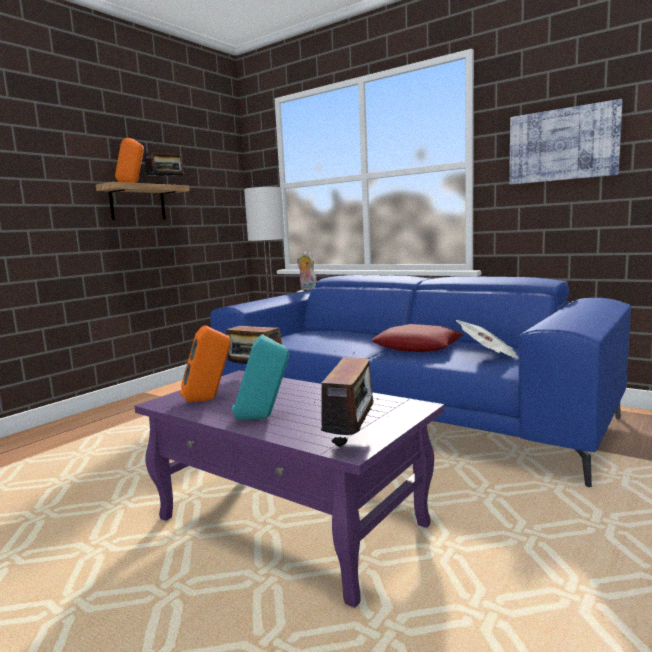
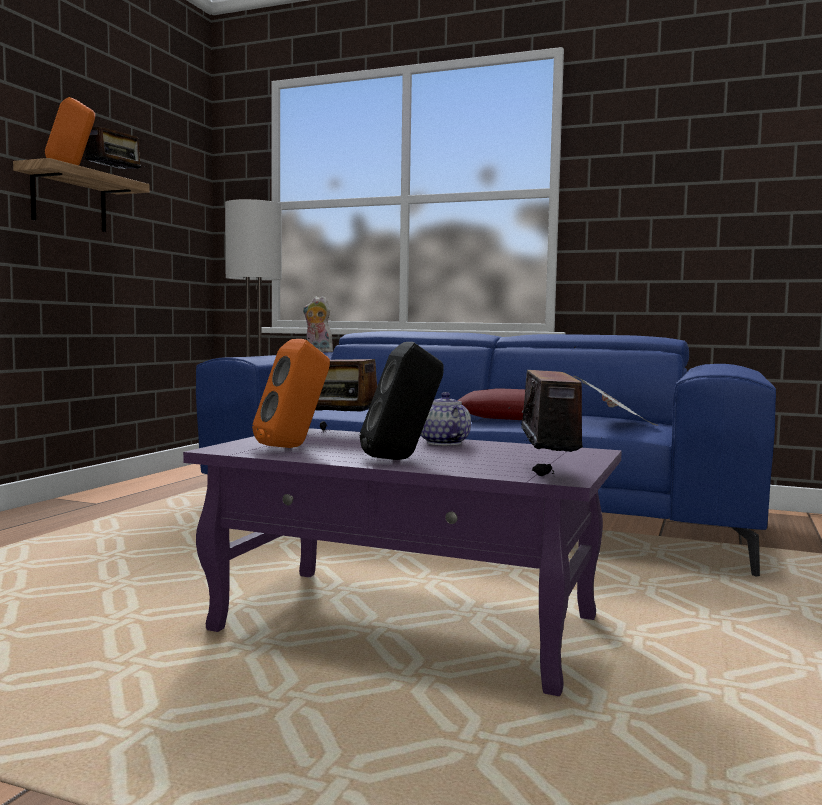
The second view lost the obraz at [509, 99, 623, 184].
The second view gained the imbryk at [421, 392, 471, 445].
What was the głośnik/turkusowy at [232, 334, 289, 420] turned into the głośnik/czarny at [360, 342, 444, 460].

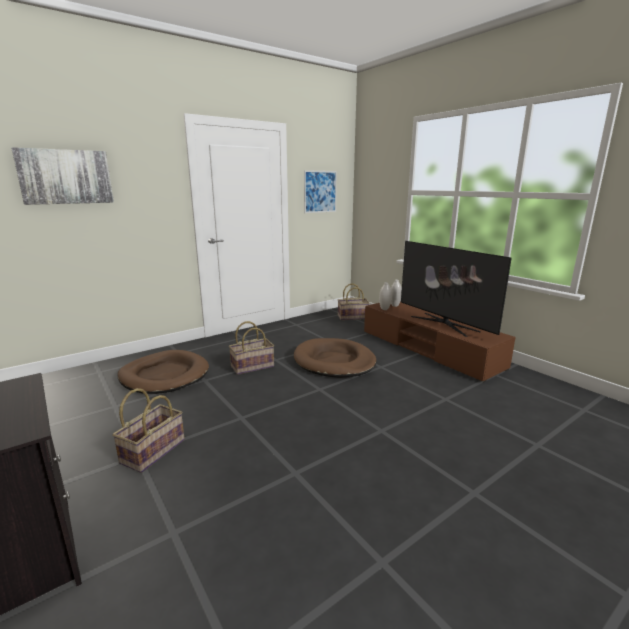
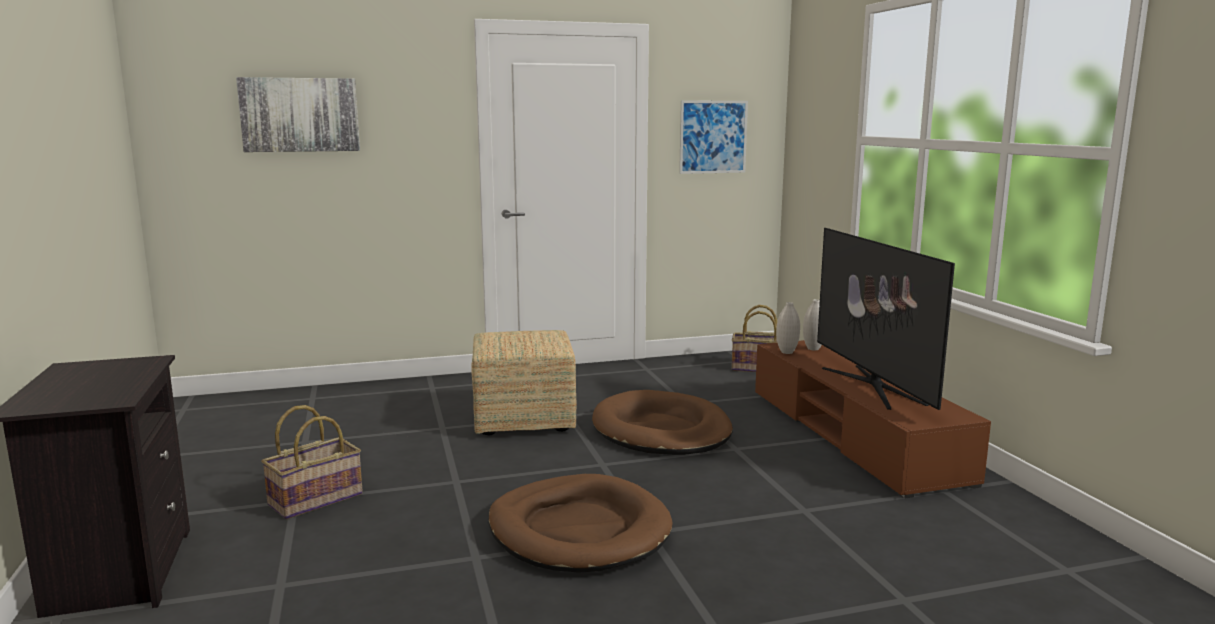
The legowisko/brązowy ended up elsewhere, having gone from [118, 350, 209, 394] to [488, 474, 673, 573].
Where the koszyk stood at [229, 321, 274, 375], the pufa came to stand at [471, 330, 577, 435].

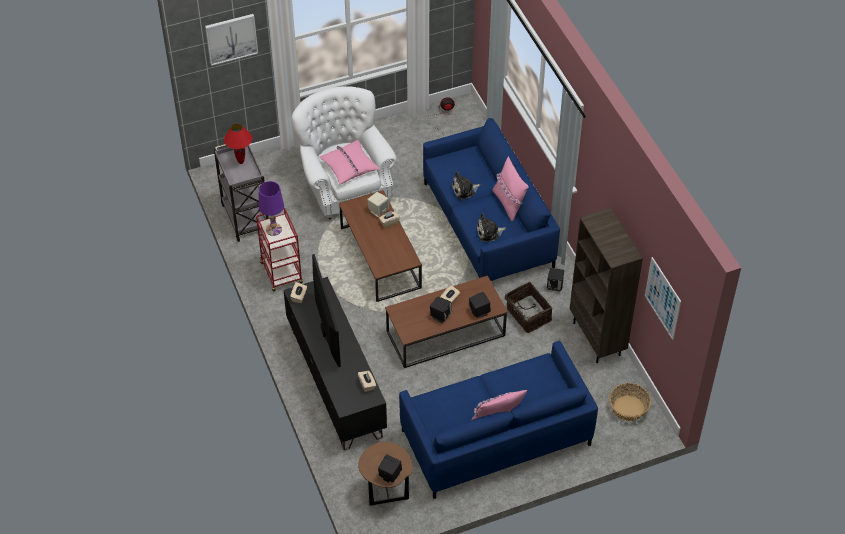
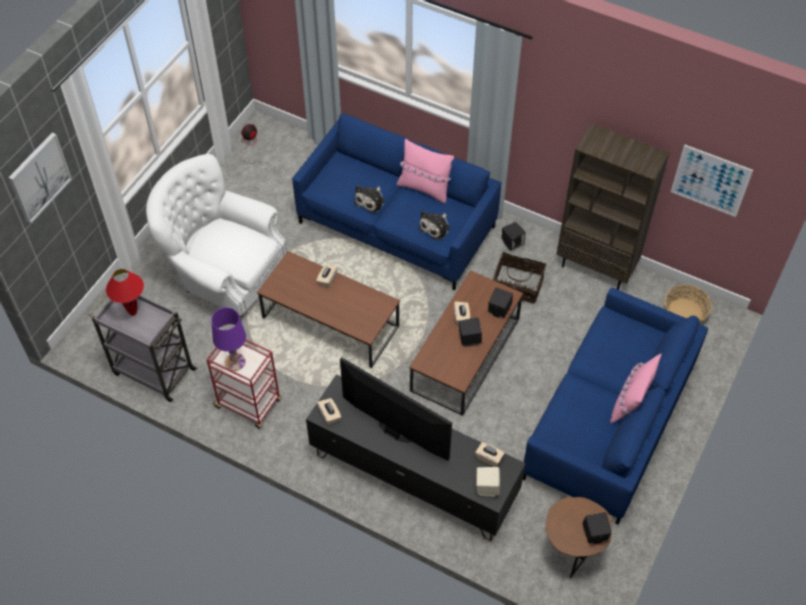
The second view lost the poduszka/różowy at [320, 140, 380, 184].
The głośnik/beżowy ended up elsewhere, having gone from [367, 192, 389, 217] to [476, 467, 500, 497].

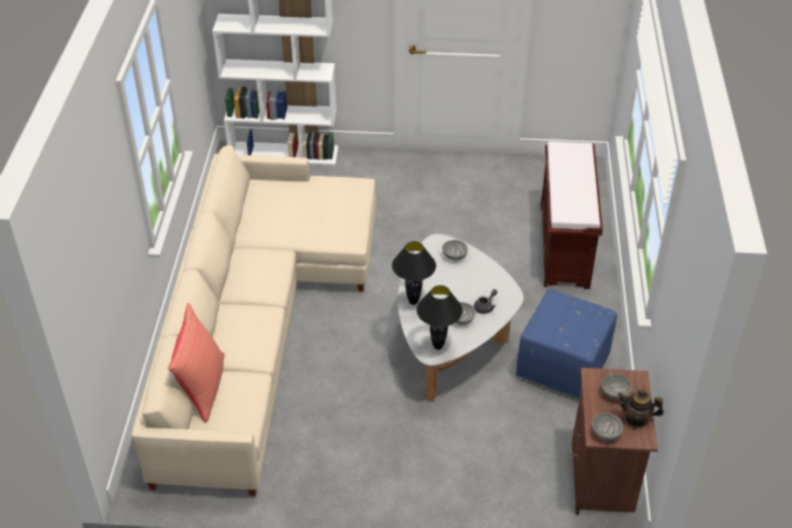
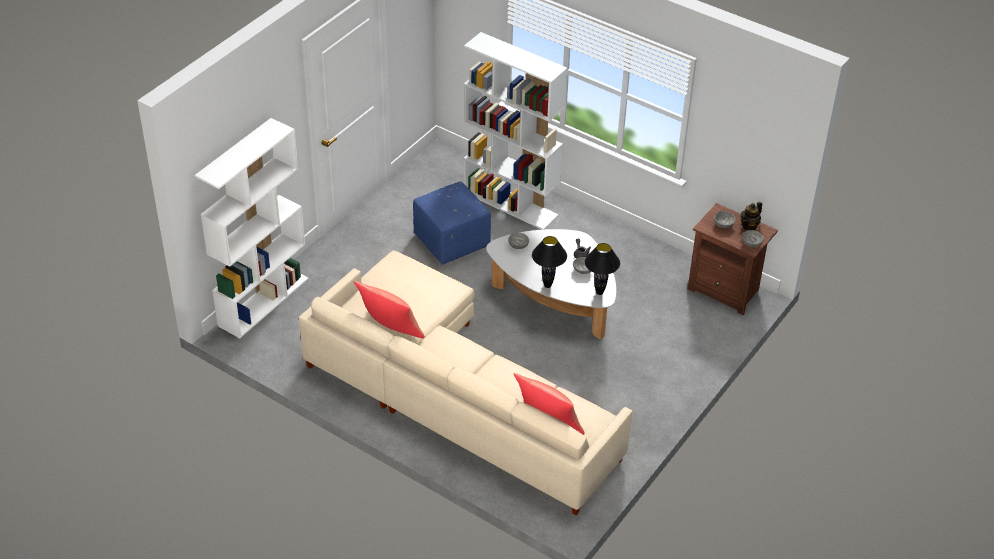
The second view gained the poduszka/czerwony at [354, 281, 425, 338].
The pufa/niebieski ended up elsewhere, having gone from [516, 289, 617, 398] to [413, 182, 491, 265].
Where the ławka/brązowy stood at [540, 142, 603, 289], the regał/biały came to stand at [464, 32, 567, 230].

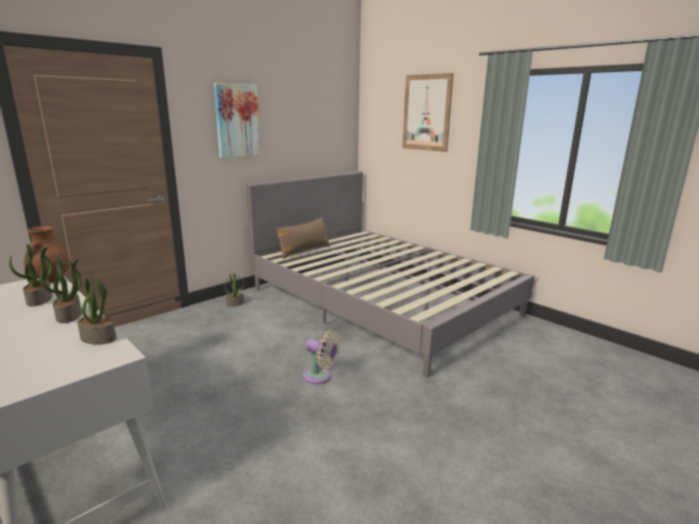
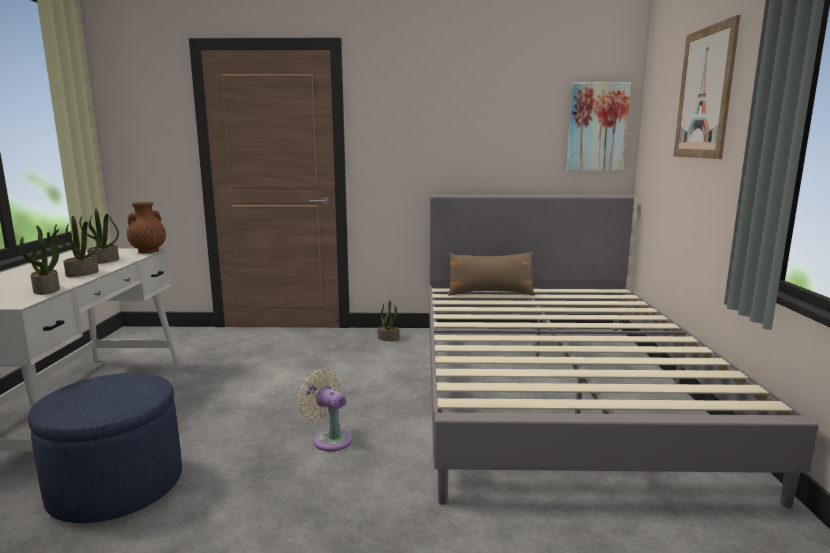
The second view gained the pufa/niebieski at [28, 373, 182, 523].
The obraz ended up elsewhere, having gone from [214, 83, 261, 158] to [566, 82, 631, 171].
The wentylator/beżowy at [303, 330, 340, 384] ended up facing another way, 150 degrees clockwise from before.

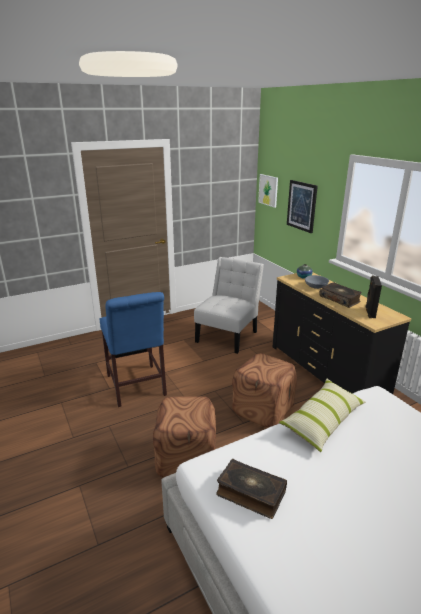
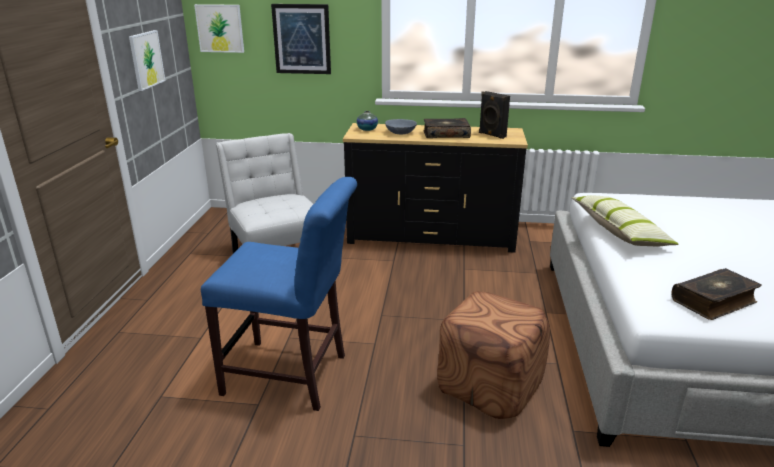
The second view lost the pufa/brązowy at [232, 353, 297, 427].
The second view gained the obraz at [129, 30, 165, 91].

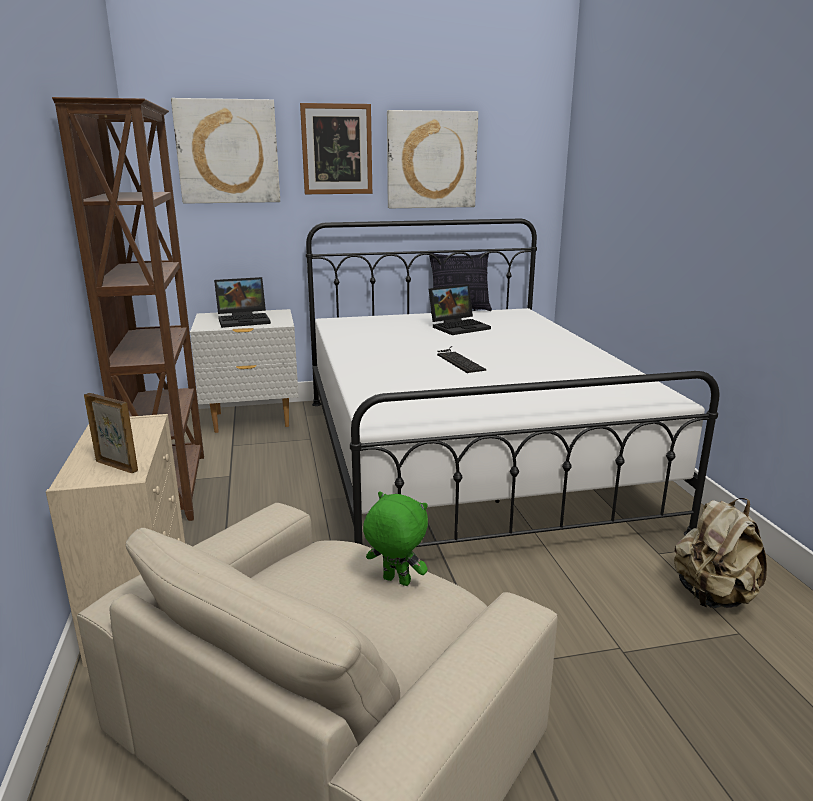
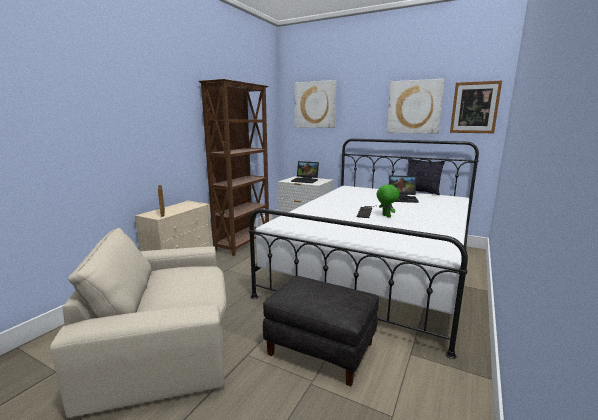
The second view lost the plecak/beżowy at [674, 498, 767, 608].
The second view gained the pufa/czarny at [263, 276, 379, 386].
The obraz ended up elsewhere, having gone from [300, 103, 372, 194] to [450, 81, 502, 133].
The pluszak/zielony ended up elsewhere, having gone from [363, 492, 428, 586] to [376, 185, 399, 218].

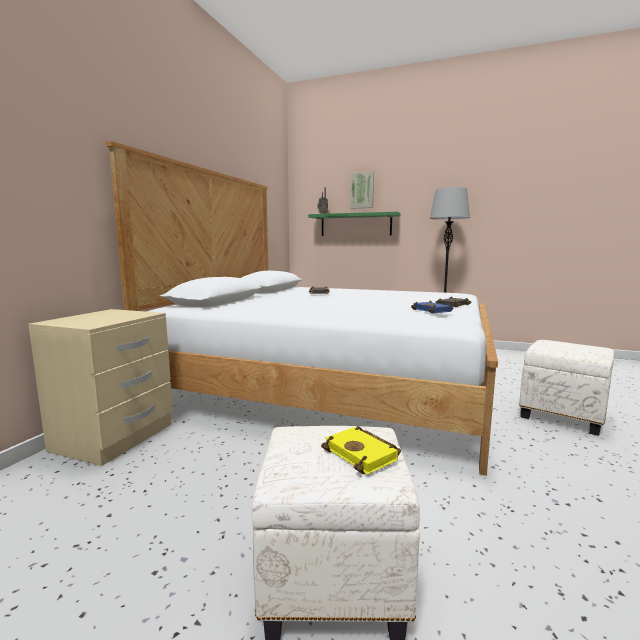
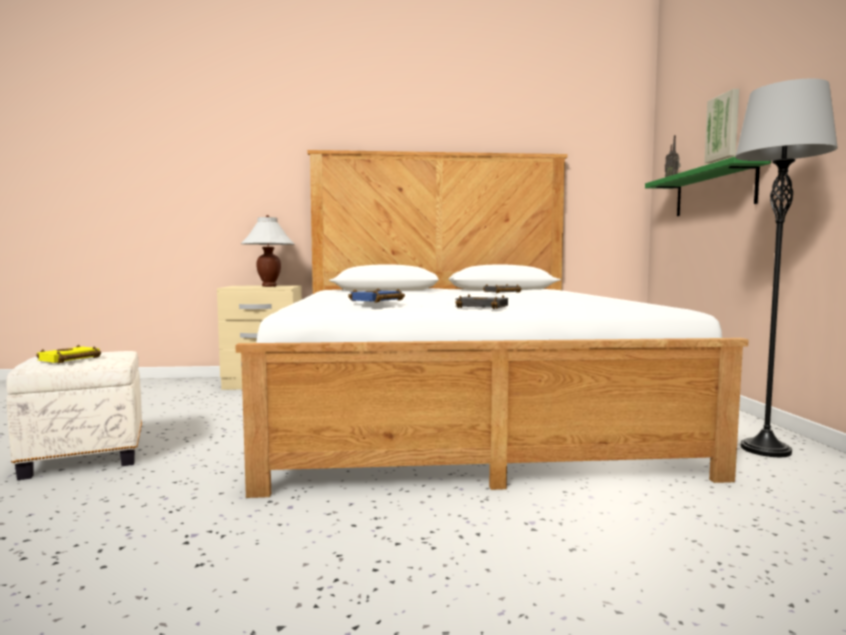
The second view lost the pufa/biały at [519, 340, 614, 436].
The second view gained the lampa stołowa/biały at [241, 215, 295, 287].

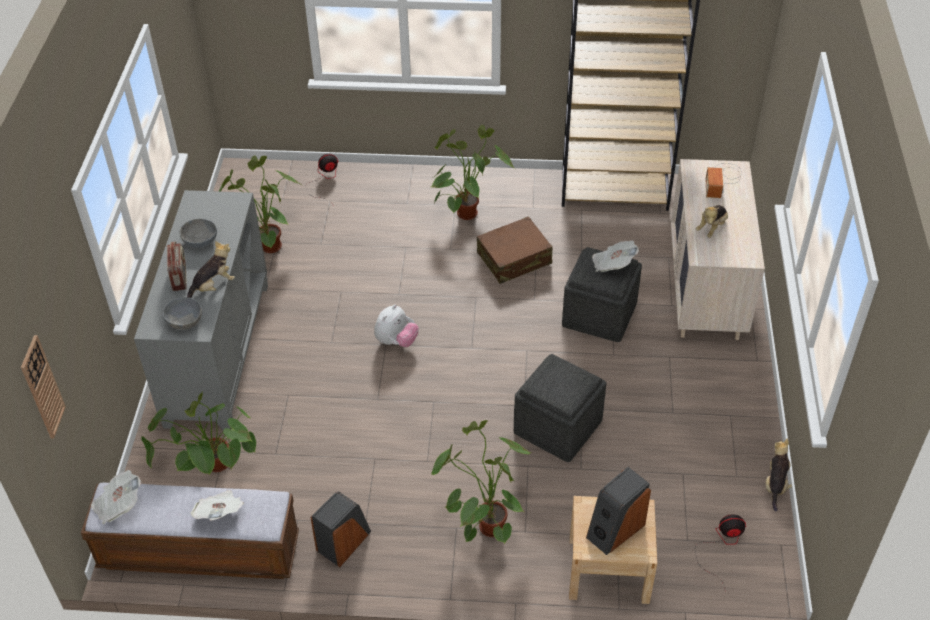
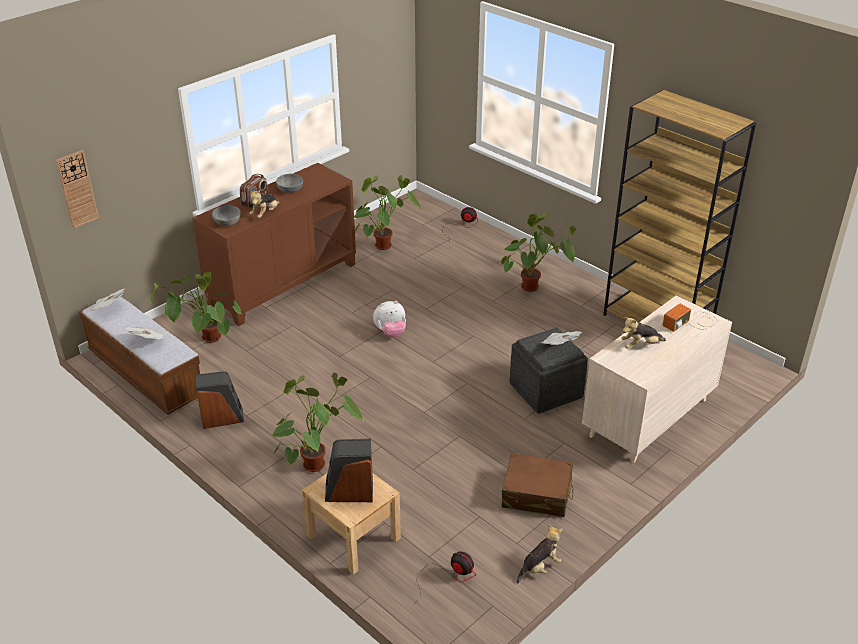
The second view lost the pufa/szary at [514, 354, 607, 462].
The walizka/brązowy ended up elsewhere, having gone from [477, 216, 553, 284] to [502, 453, 574, 517].
What was the szafka/szary at [134, 190, 268, 430] turned into the szafka/brązowy at [192, 163, 356, 326].
The pluszak at [187, 241, 235, 298] ended up facing another way, 120 degrees clockwise from before.

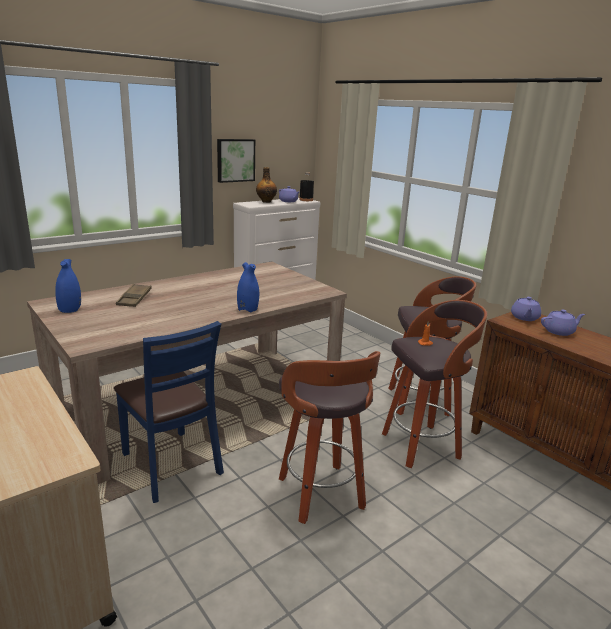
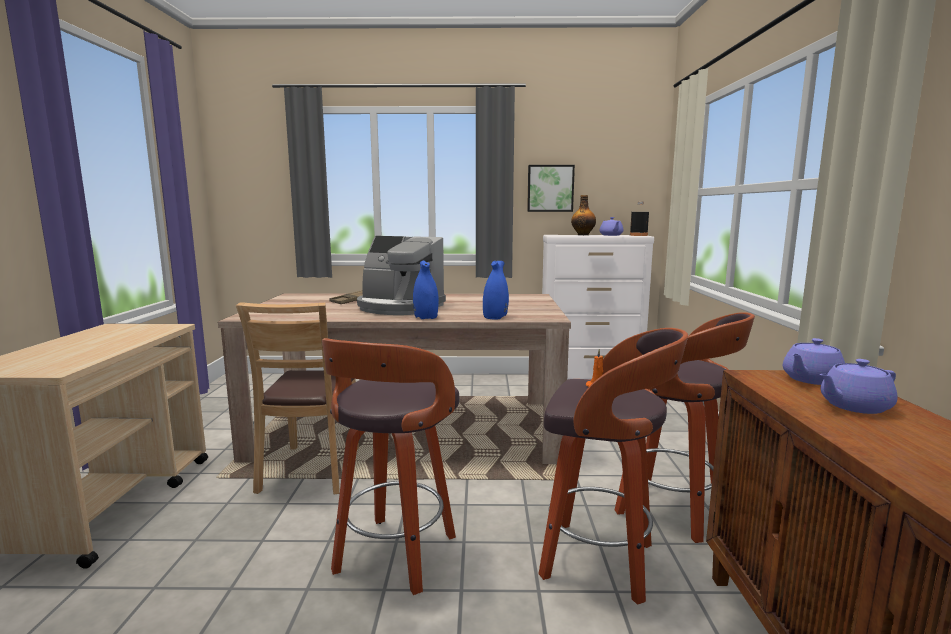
The second view gained the ekspres do kawy at [357, 236, 446, 315].
The wazon/niebieski ended up elsewhere, having gone from [55, 259, 81, 313] to [483, 261, 509, 319].
What was the krzesło/niebieski at [114, 321, 224, 503] turned into the krzesło/brązowy at [236, 302, 359, 494].
The imbryk/fioletowy at [541, 310, 585, 336] ended up facing another way, 135 degrees clockwise from before.

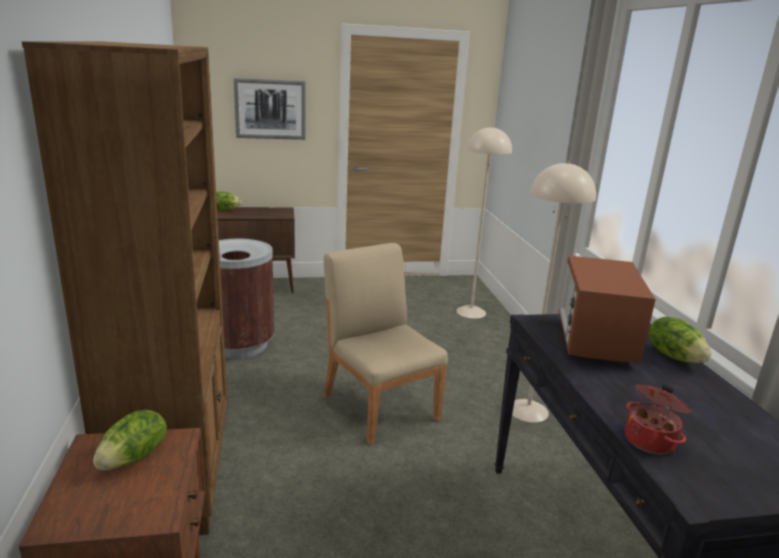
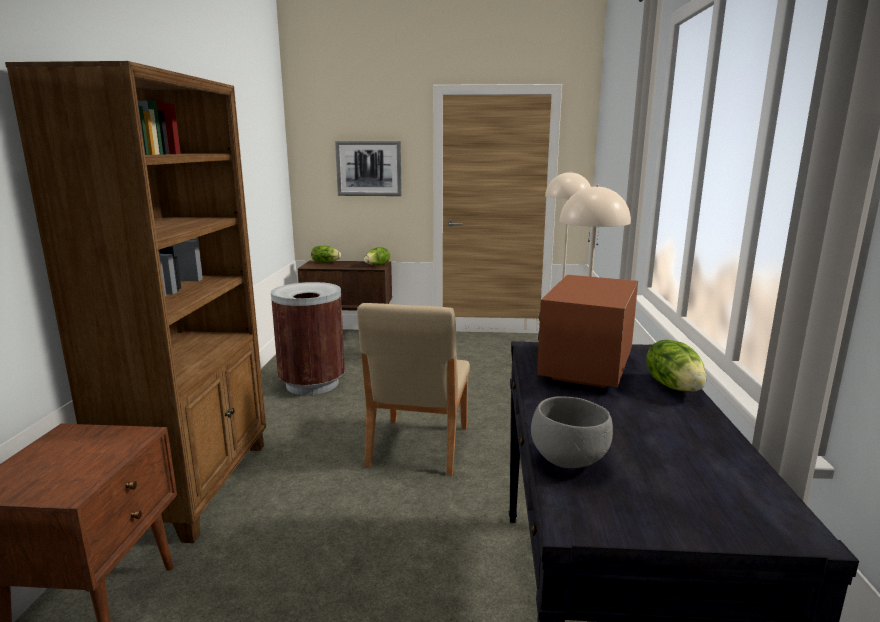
The sałata ended up elsewhere, having gone from [93, 409, 167, 470] to [364, 247, 390, 266].
Where the garnek stood at [625, 384, 692, 454], the miska/szary came to stand at [531, 396, 613, 468].
The krzesło/beżowy at [323, 243, 448, 444] ended up facing another way, 150 degrees counterclockwise from before.

